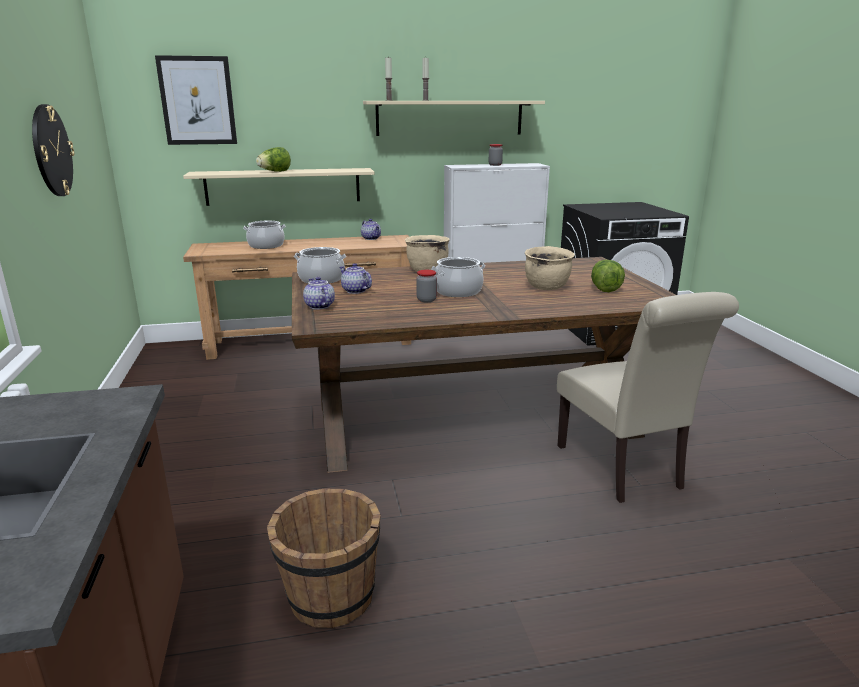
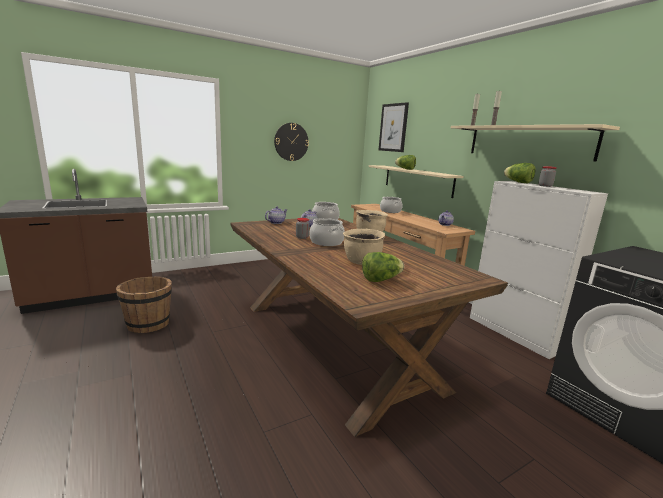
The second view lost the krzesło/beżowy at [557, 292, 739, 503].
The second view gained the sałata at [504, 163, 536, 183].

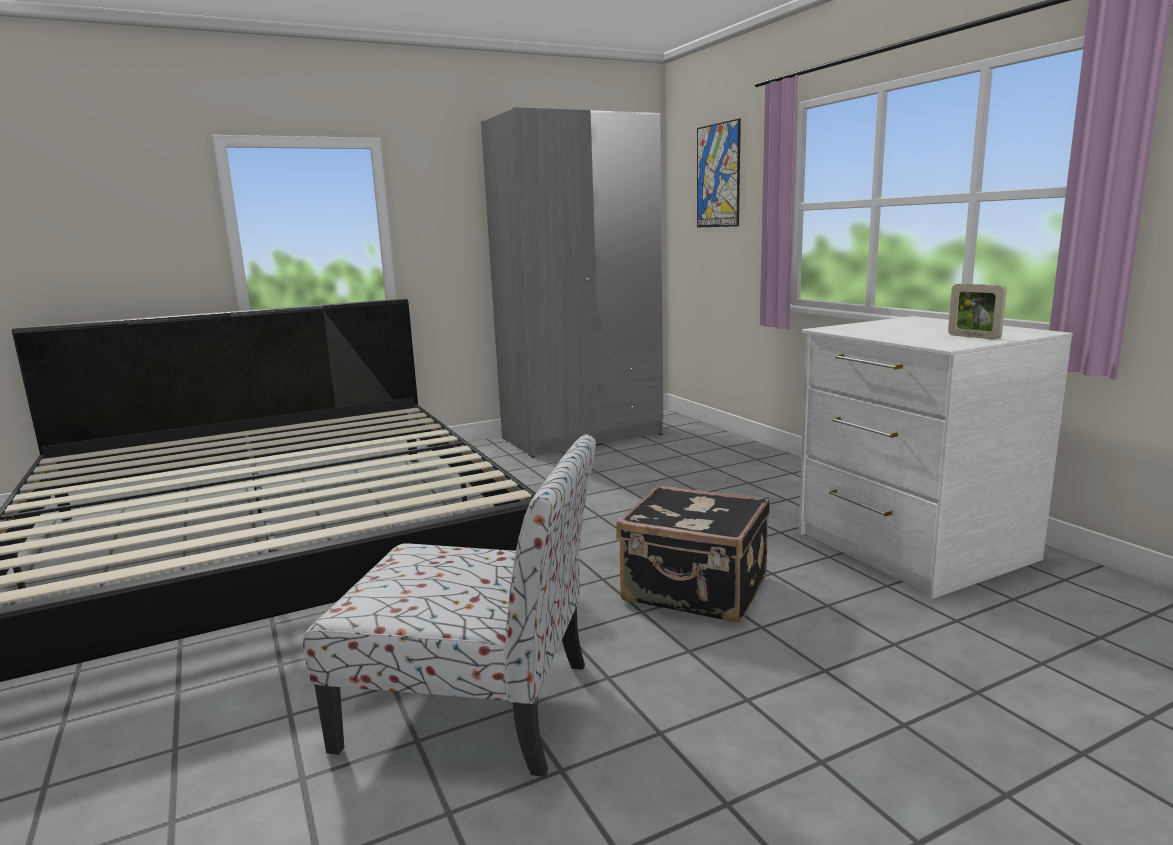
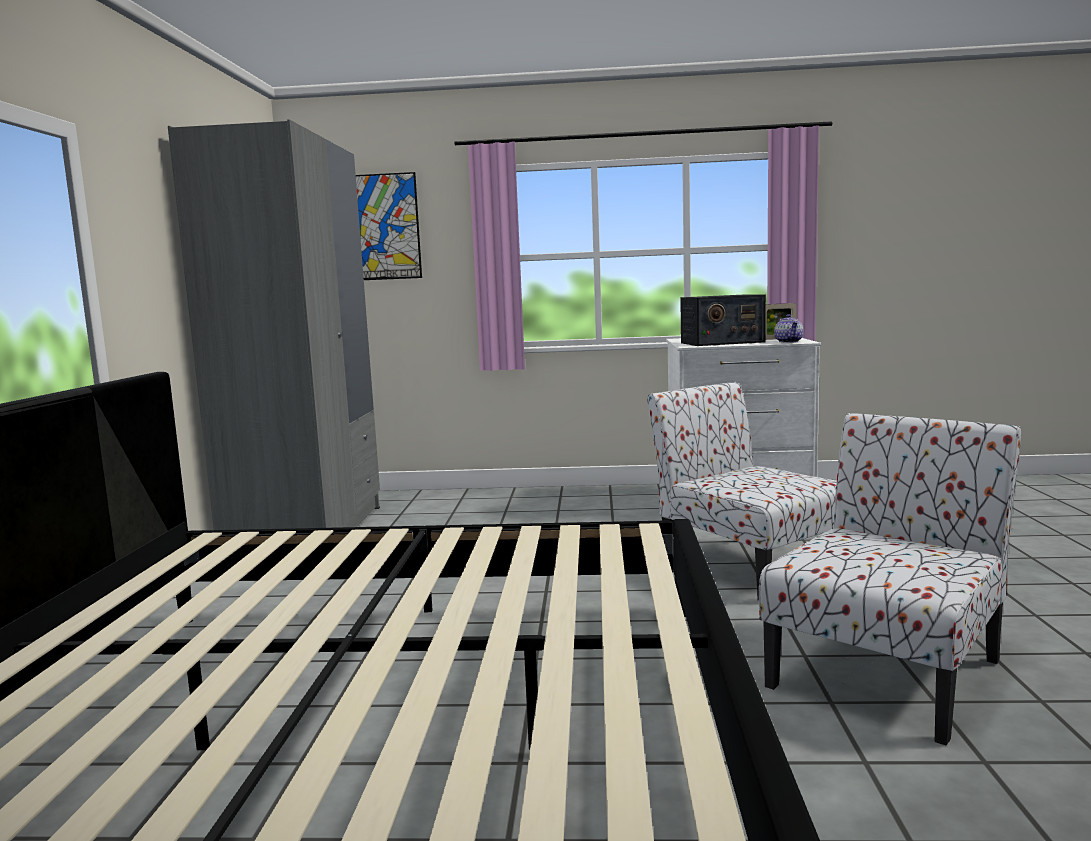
The second view gained the radio at [680, 294, 766, 346].
The second view gained the imbryk at [774, 314, 803, 343].
Where the walizka/czarny stood at [616, 485, 770, 623], the krzesło came to stand at [647, 382, 837, 601].

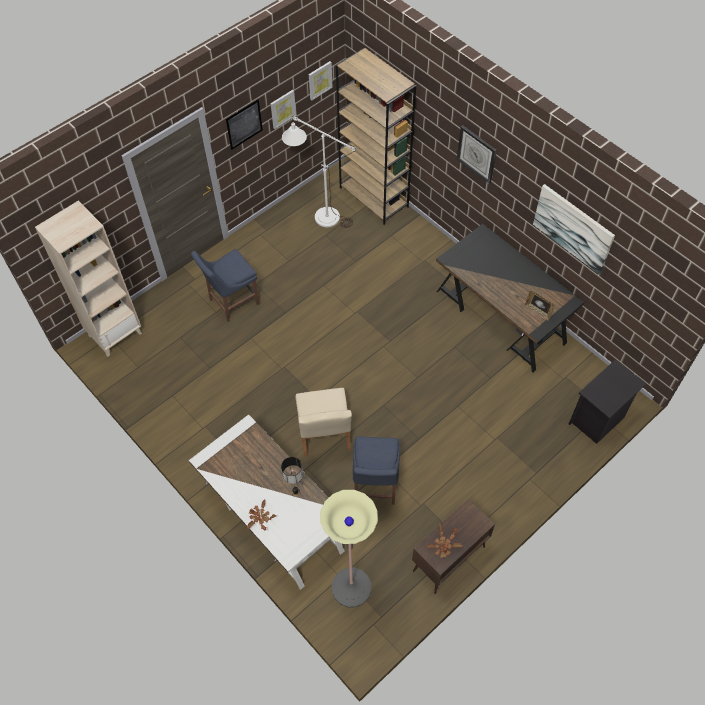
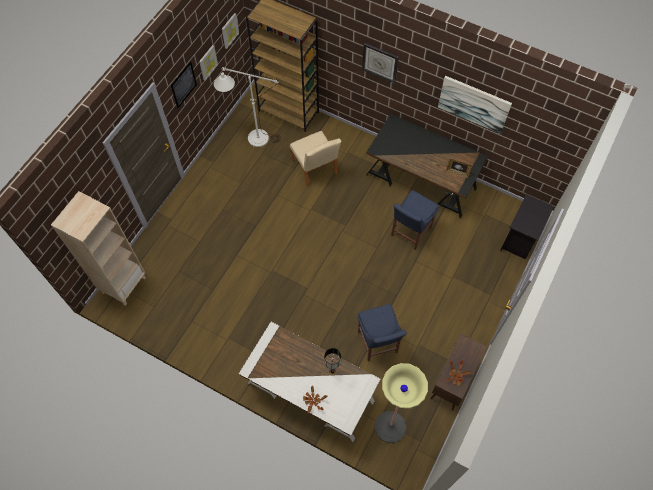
The krzesło/niebieski ended up elsewhere, having gone from [191, 249, 259, 322] to [391, 190, 439, 250].
The krzesło/beżowy ended up elsewhere, having gone from [296, 388, 352, 457] to [290, 131, 341, 187].

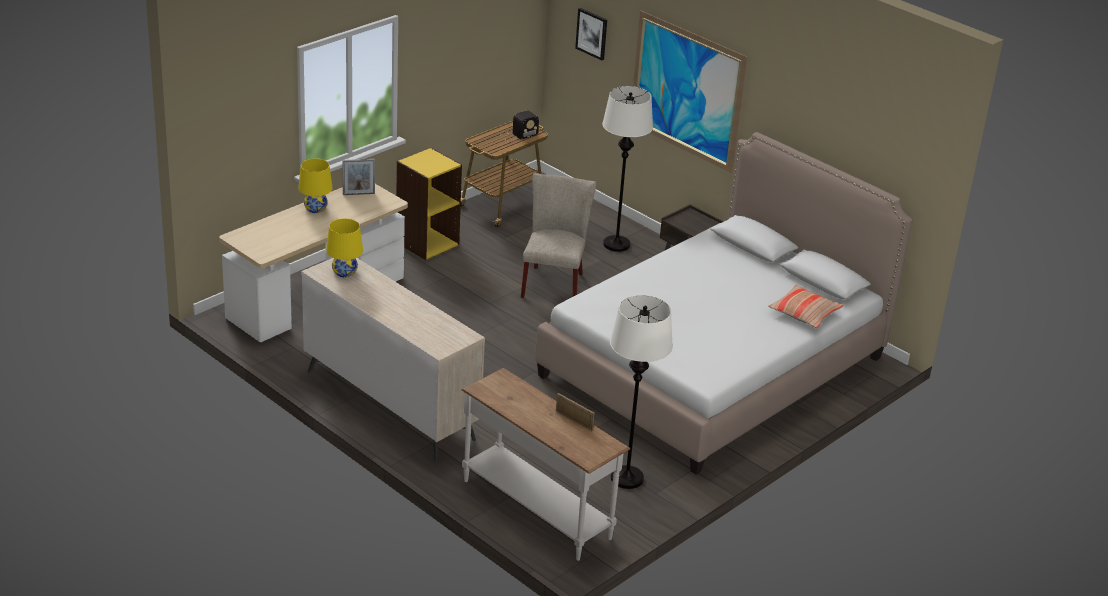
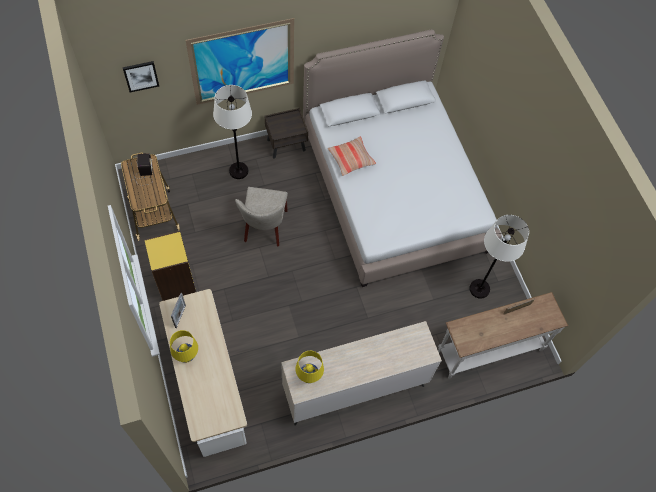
The poduszka ended up elsewhere, having gone from [768, 285, 844, 328] to [328, 137, 376, 176].
The krzesło/beżowy at [521, 173, 596, 298] ended up facing another way, 120 degrees counterclockwise from before.

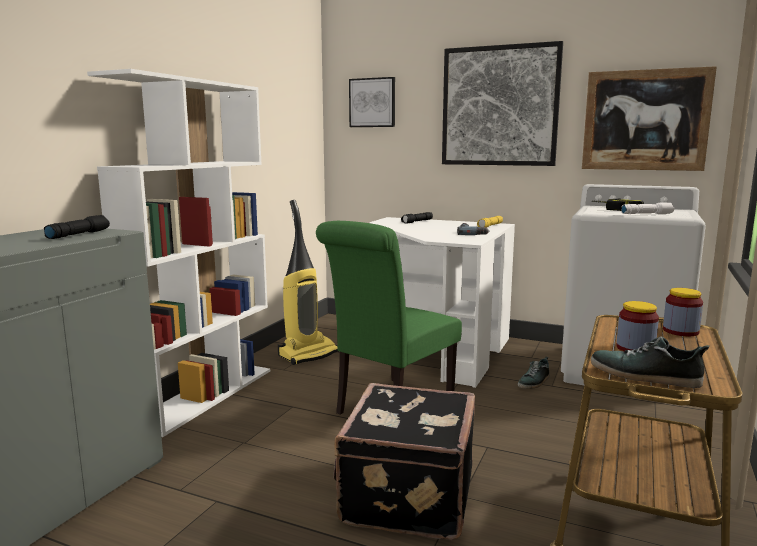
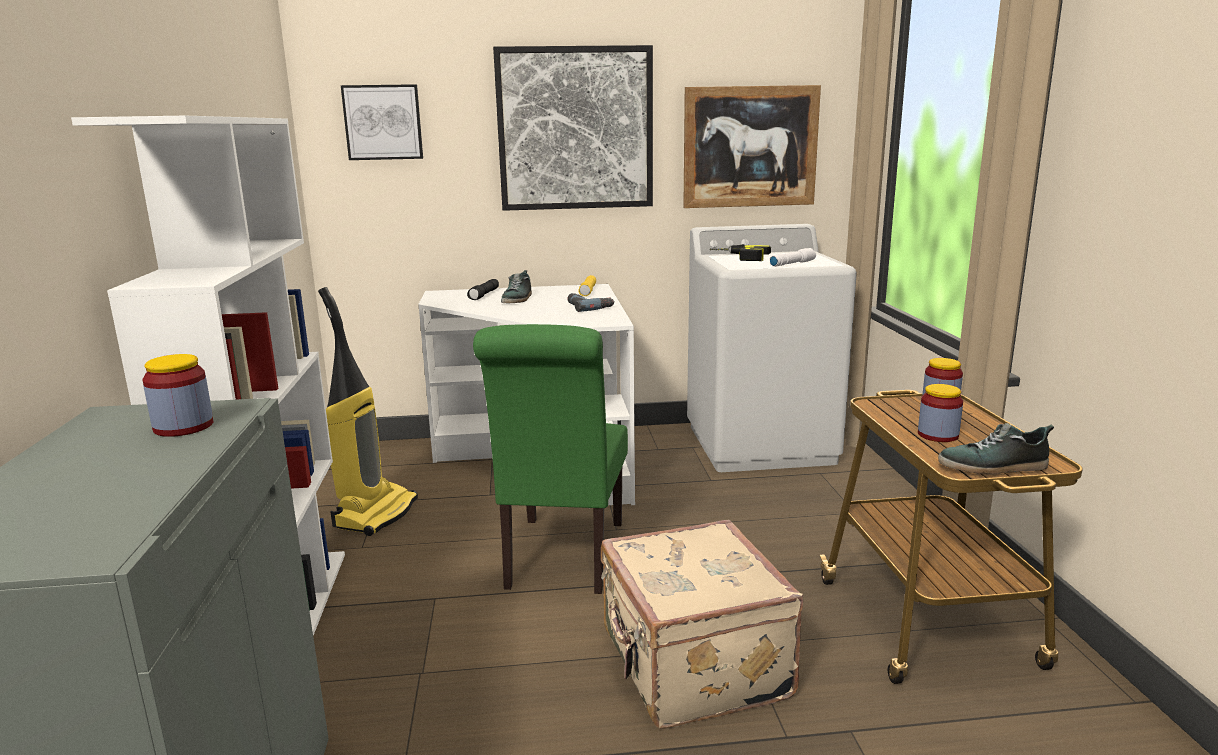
The but ended up elsewhere, having gone from [518, 357, 549, 389] to [501, 270, 532, 303].
Where the latarka/czarny stood at [44, 215, 110, 239], the słoik came to stand at [142, 354, 213, 437].
What was the walizka/czarny at [334, 383, 475, 540] turned into the walizka/beżowy at [601, 520, 803, 729].

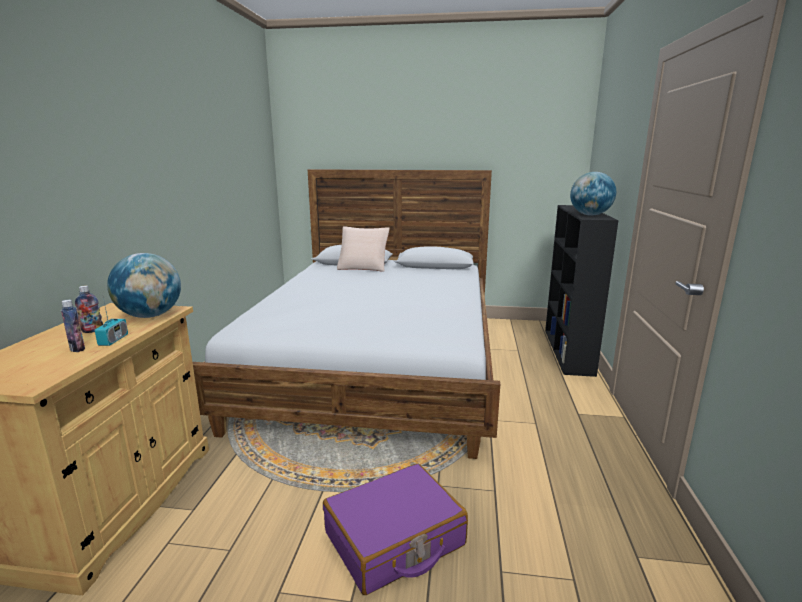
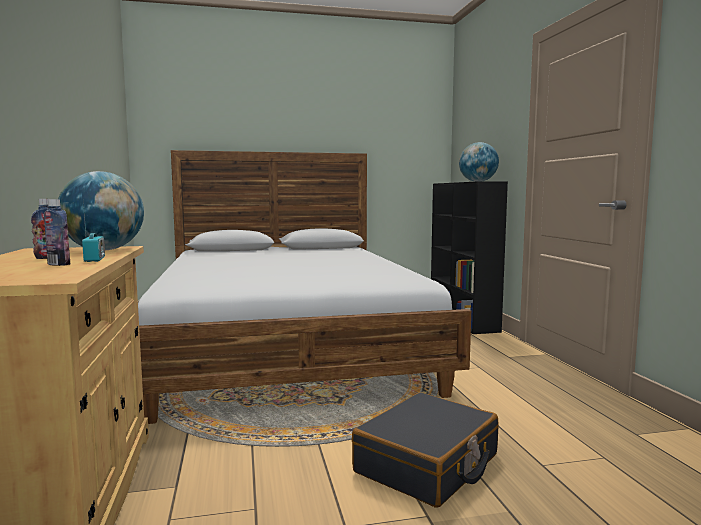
The second view lost the poduszka/beżowy at [337, 226, 390, 272].
What was the walizka/fioletowy at [323, 464, 468, 595] turned into the walizka/czarny at [352, 392, 499, 508].

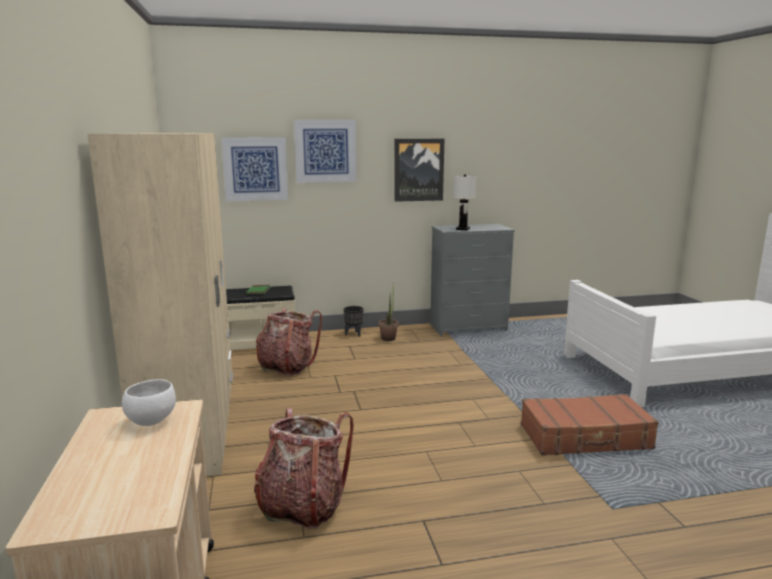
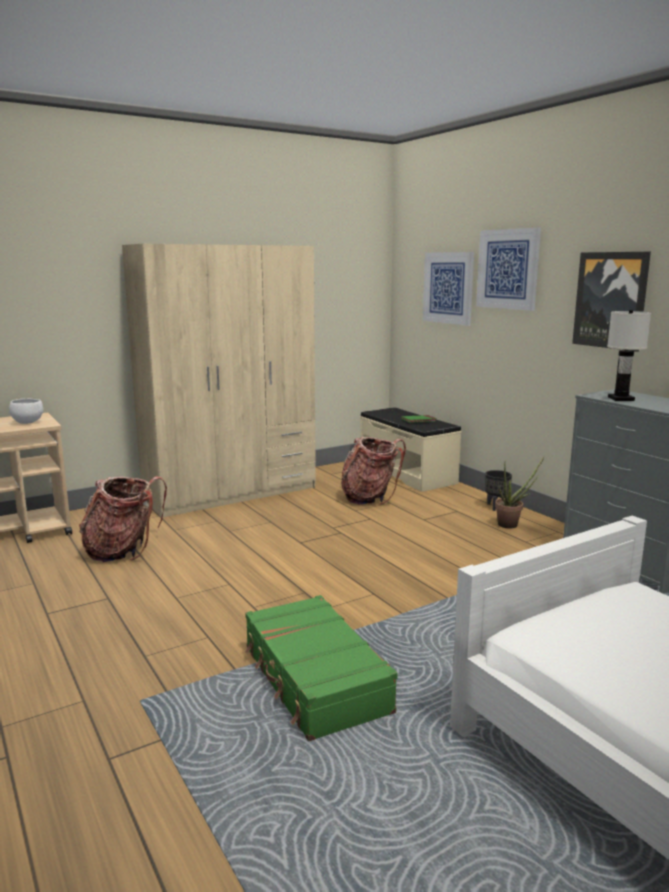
What was the walizka/brązowy at [521, 394, 659, 455] turned into the walizka/zielony at [245, 595, 398, 741].

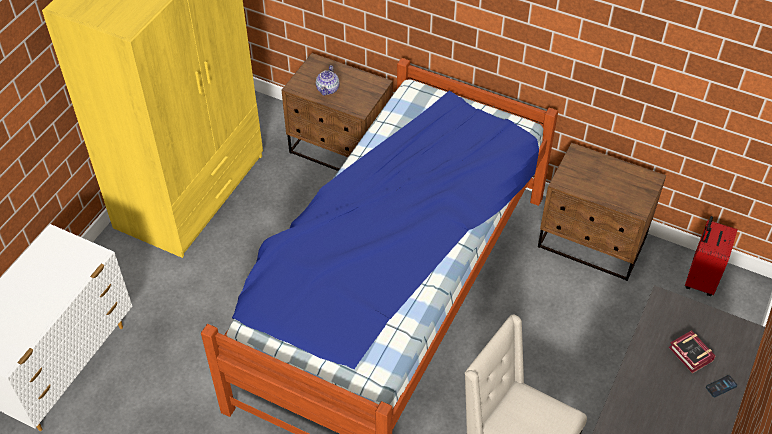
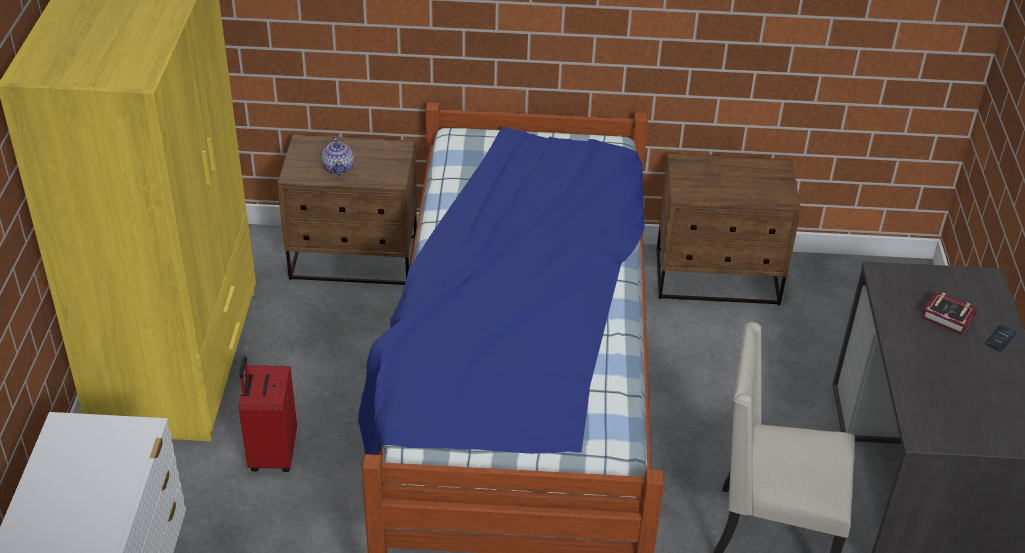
The walizka/czerwony ended up elsewhere, having gone from [685, 216, 738, 296] to [239, 356, 297, 472].

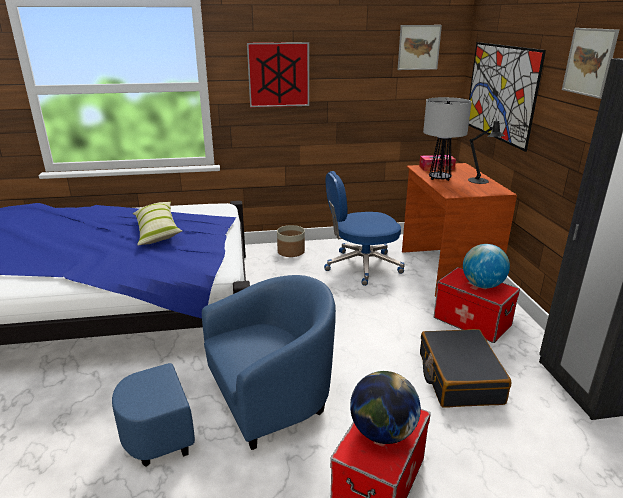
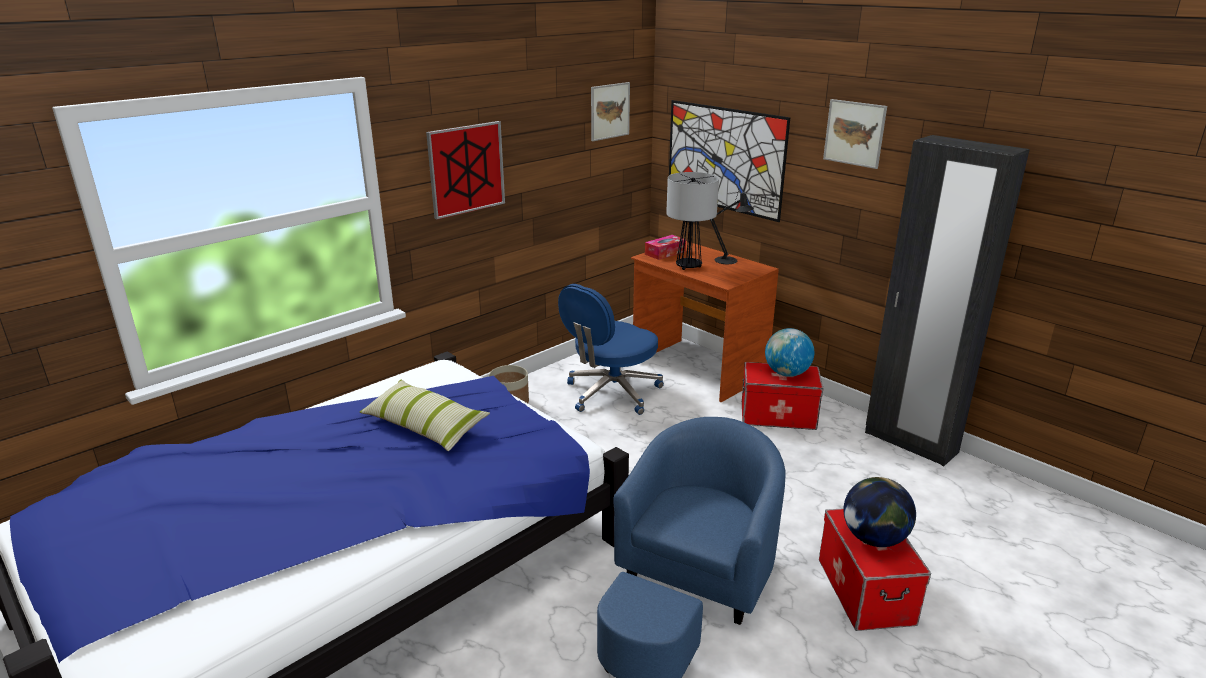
The second view lost the walizka/czarny at [420, 329, 512, 407].

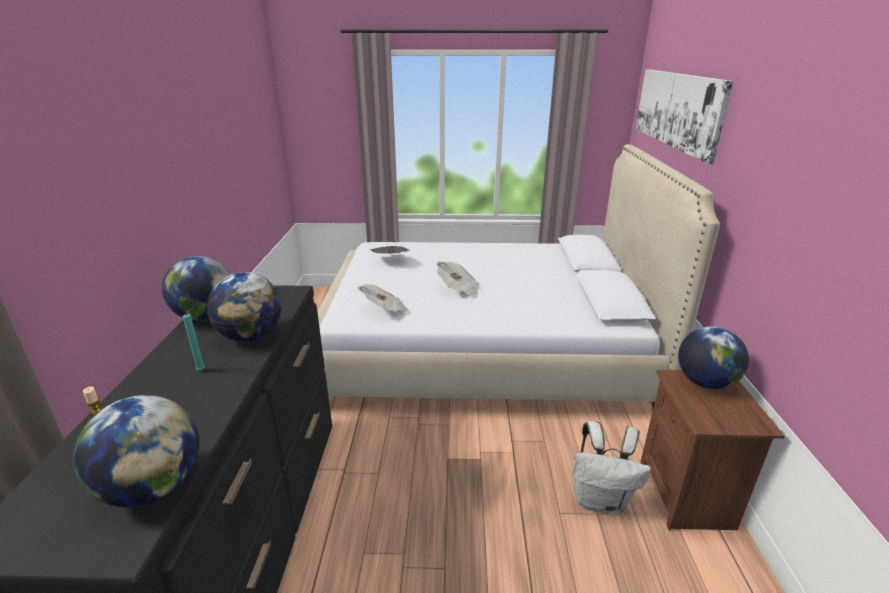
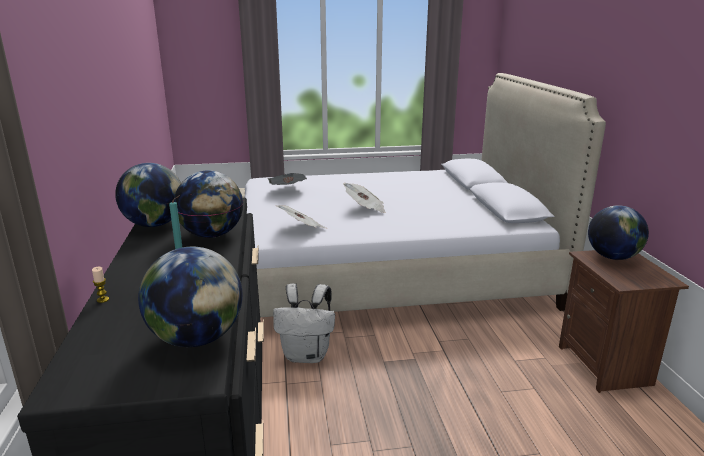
The second view lost the obraz at [636, 69, 733, 164].
The plecak/biały ended up elsewhere, having gone from [572, 421, 651, 515] to [273, 284, 335, 363].

